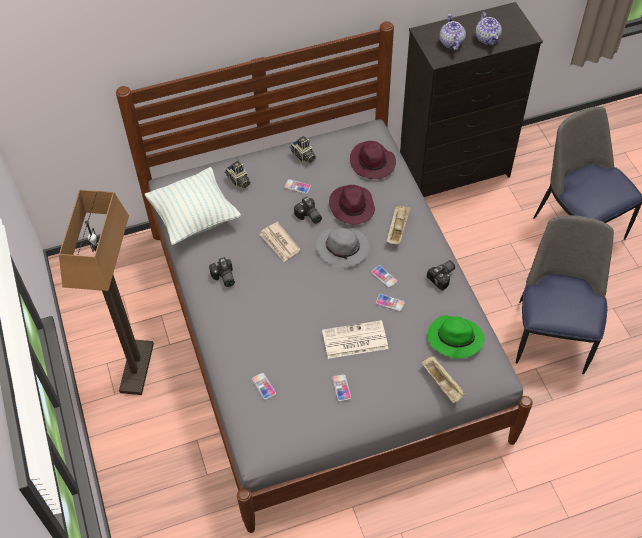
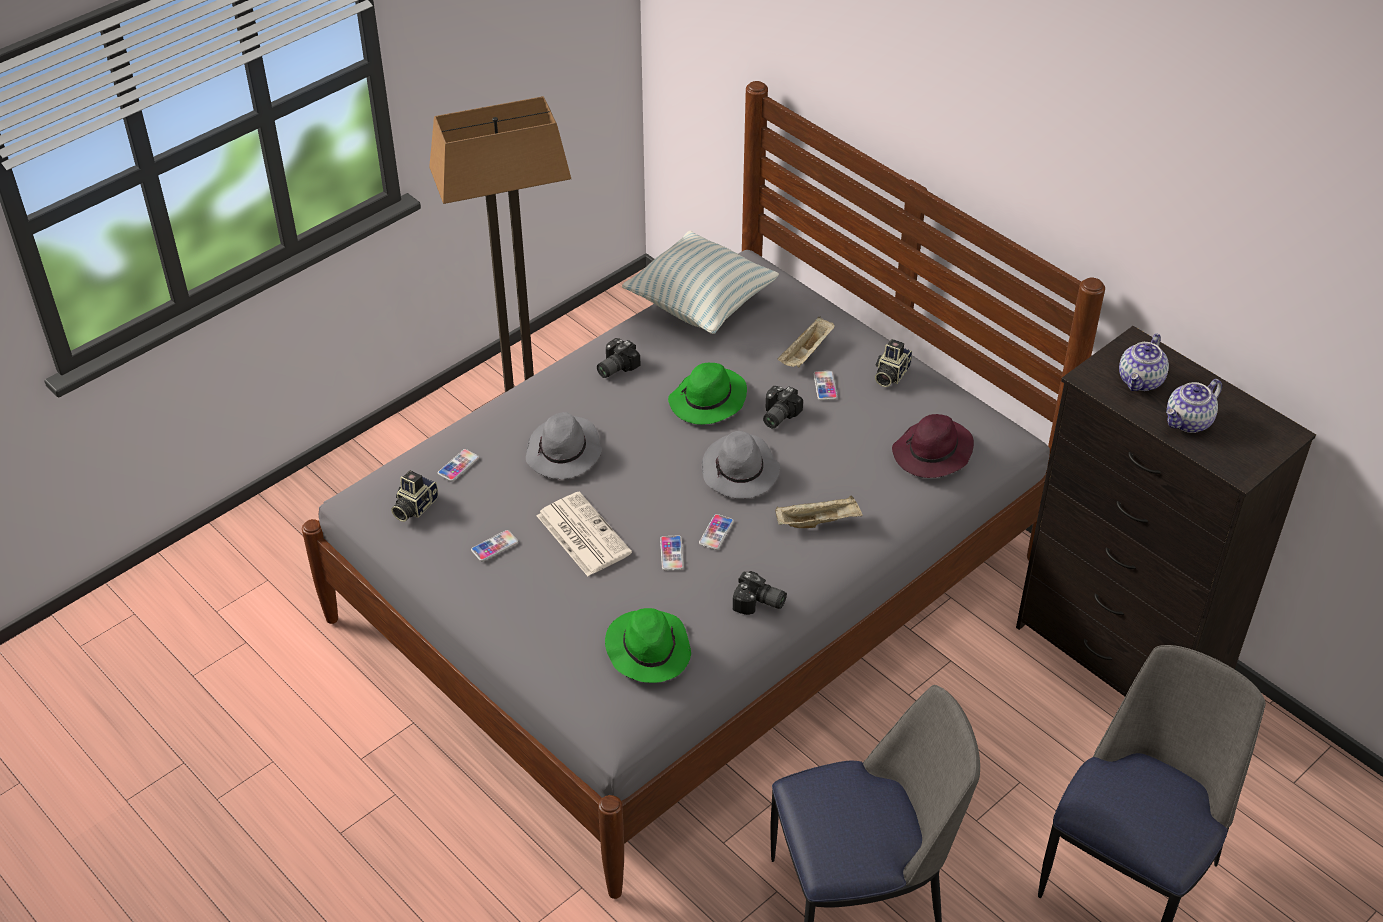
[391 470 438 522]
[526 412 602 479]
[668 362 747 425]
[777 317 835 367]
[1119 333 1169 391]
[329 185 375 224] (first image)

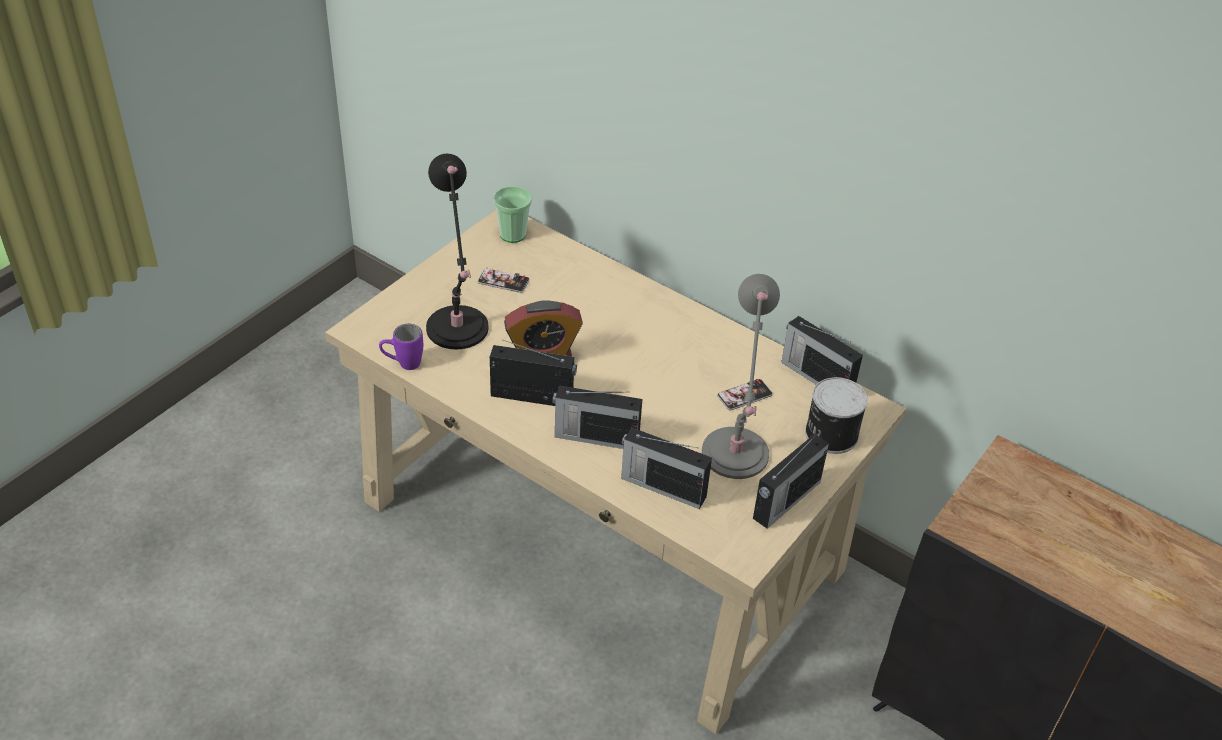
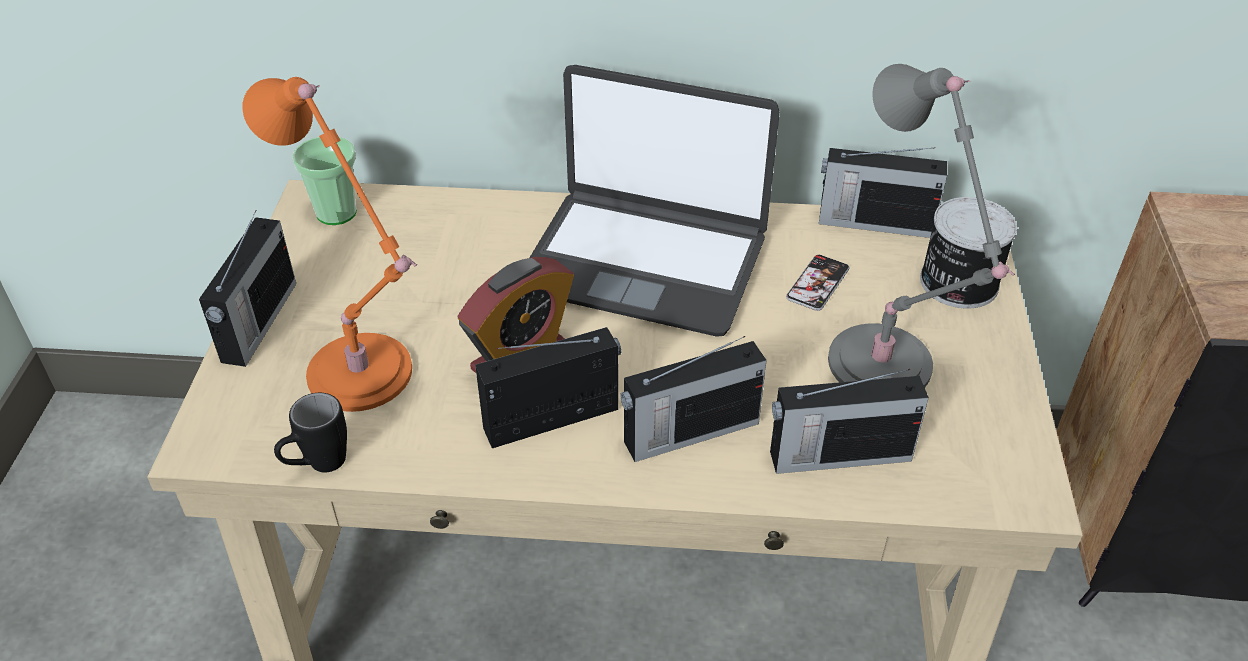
[199 210 296 367]
[242 77 417 412]
[274 393 347 473]
[529 65 780 337]
[478 268 530 293] (first image)

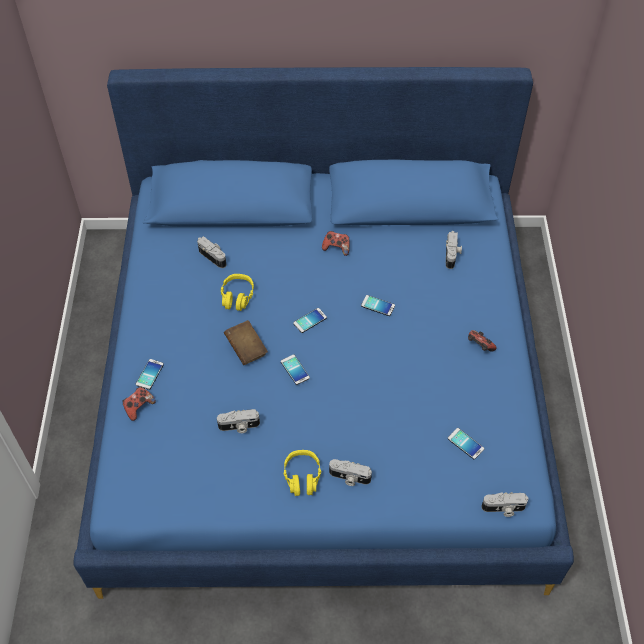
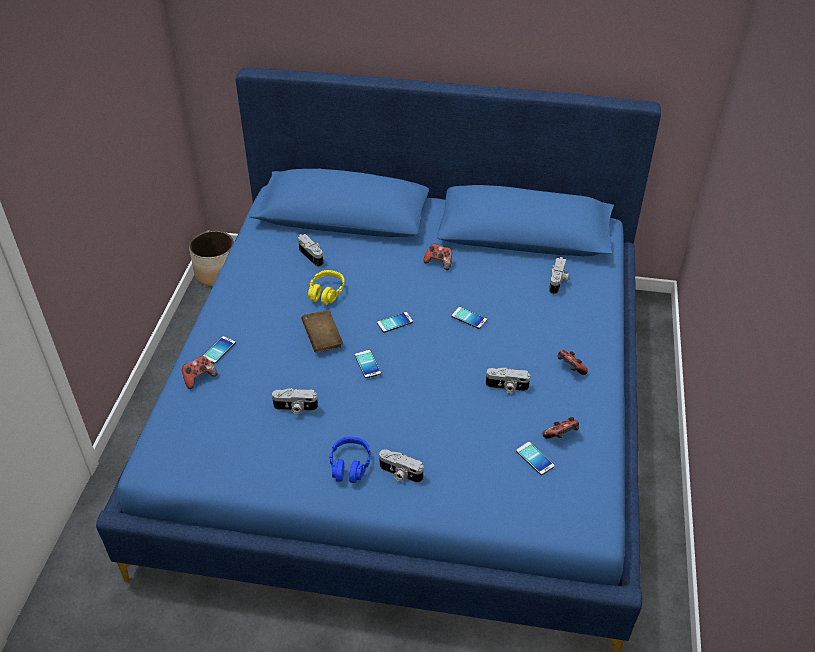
[189 231 234 286]
[329 437 370 483]
[486 367 530 393]
[542 417 579 439]

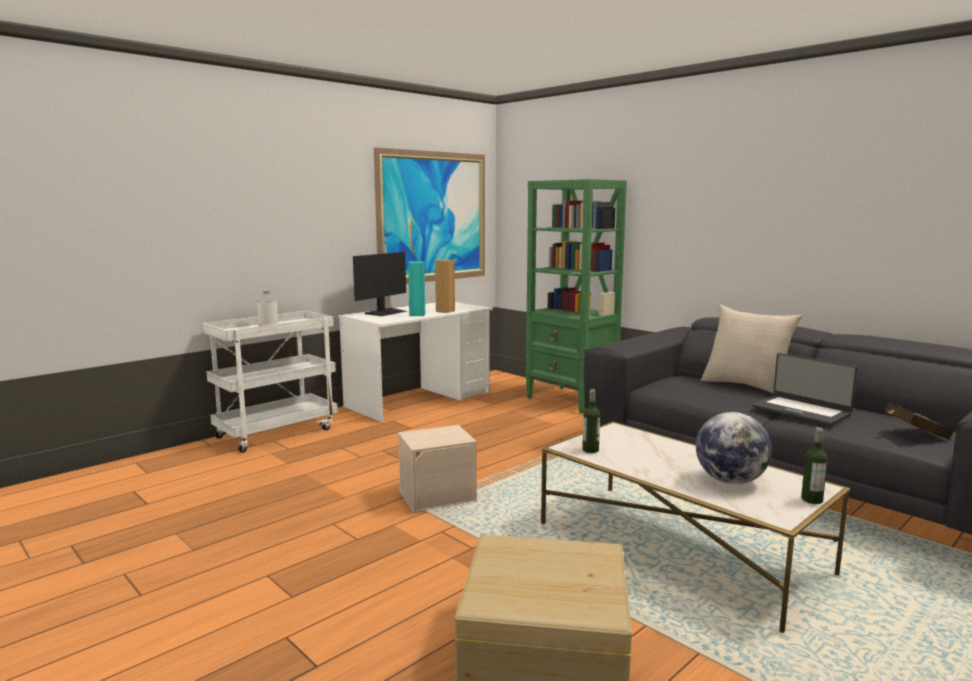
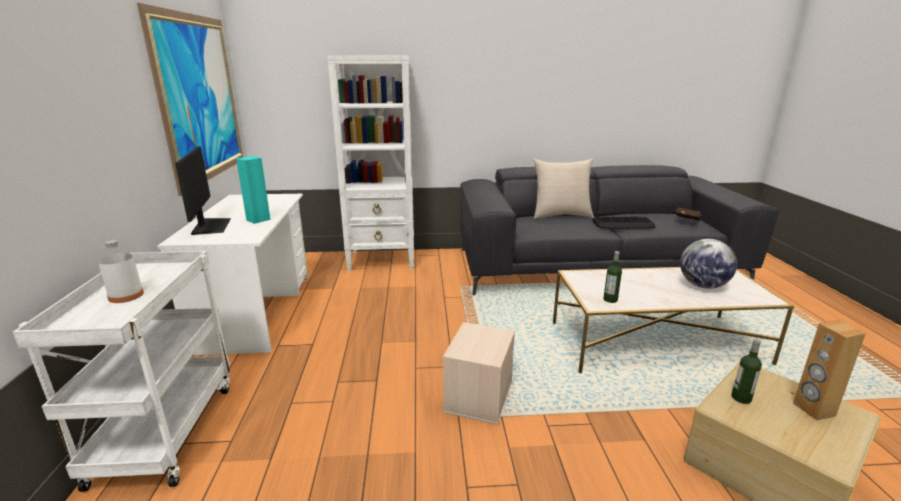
[327 55 414 271]
[592 217 656 229]
[731 338 762 404]
[793 320 866 420]

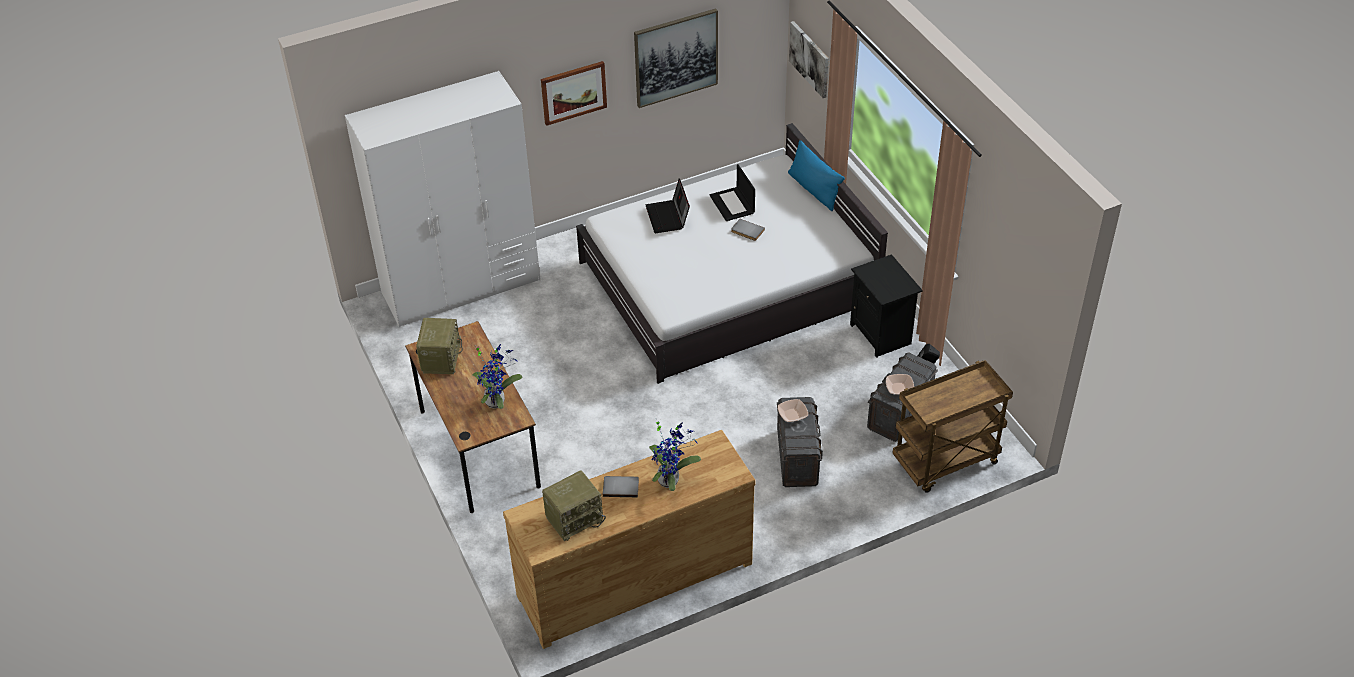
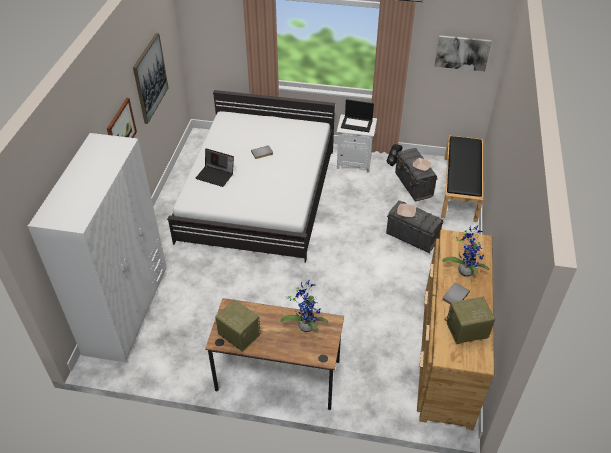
[337 114 377 173]
[341 99 374 132]
[434 35 492 72]
[441 136 483 222]
[445 296 495 344]
[788 140 845 211] (first image)

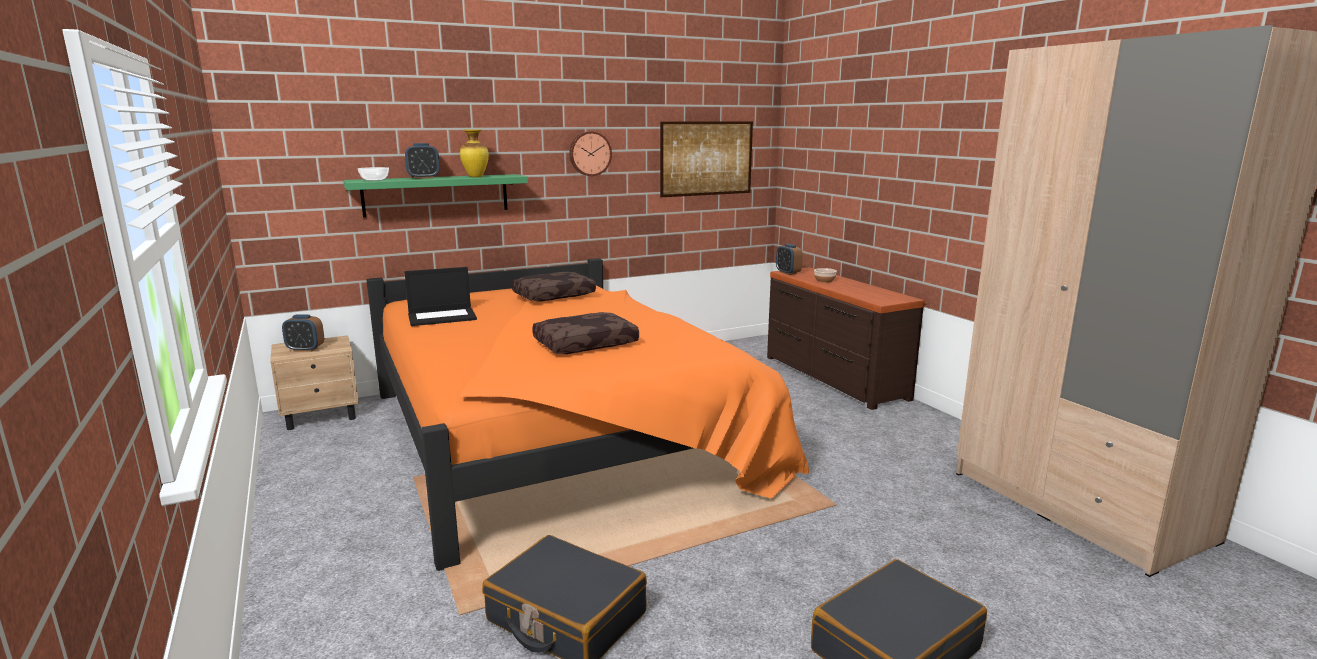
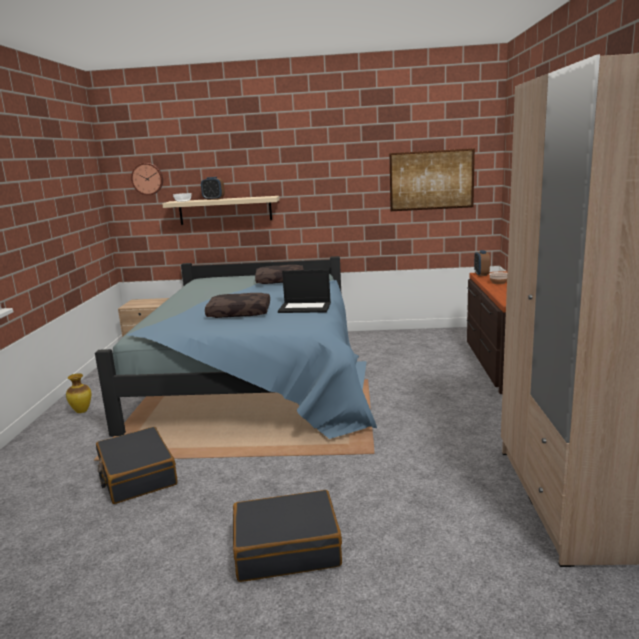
[66 373 91 413]
[95 256 377 439]
[131 163 163 195]
[162 196 280 225]
[278 269 331 313]
[282 314 324 352] (first image)

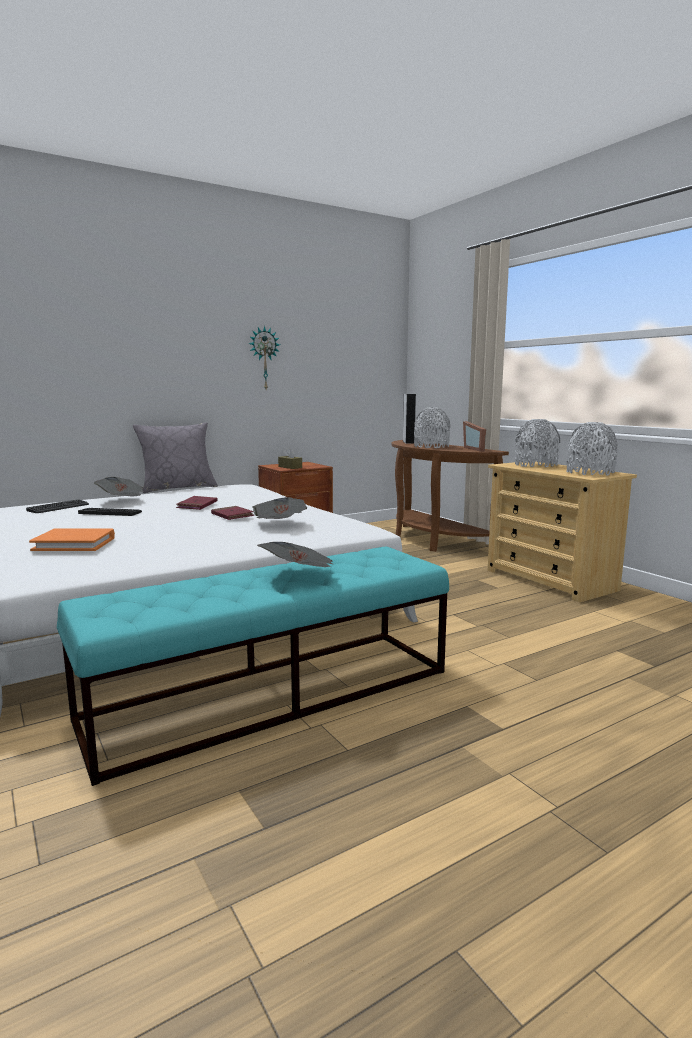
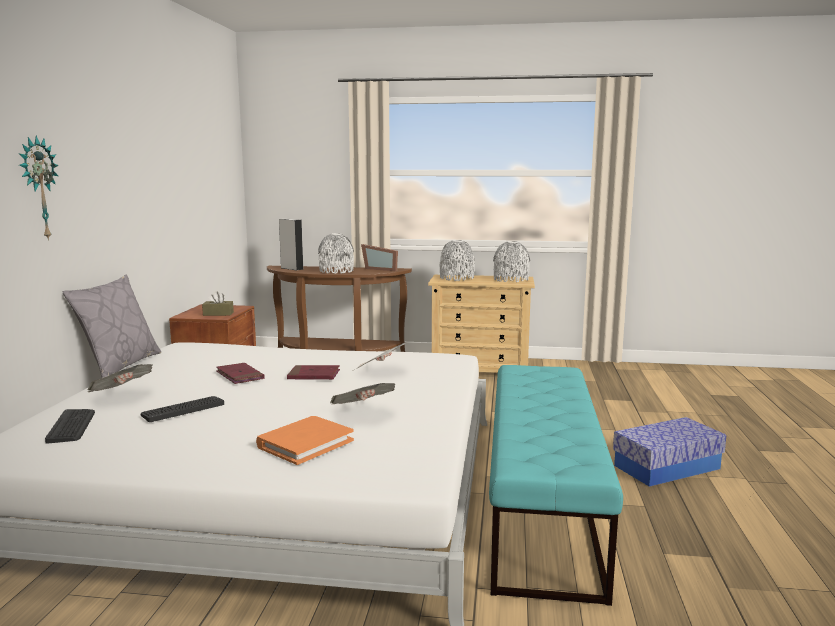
[19 135 59 241]
[330 383 395 404]
[613 417 726 487]

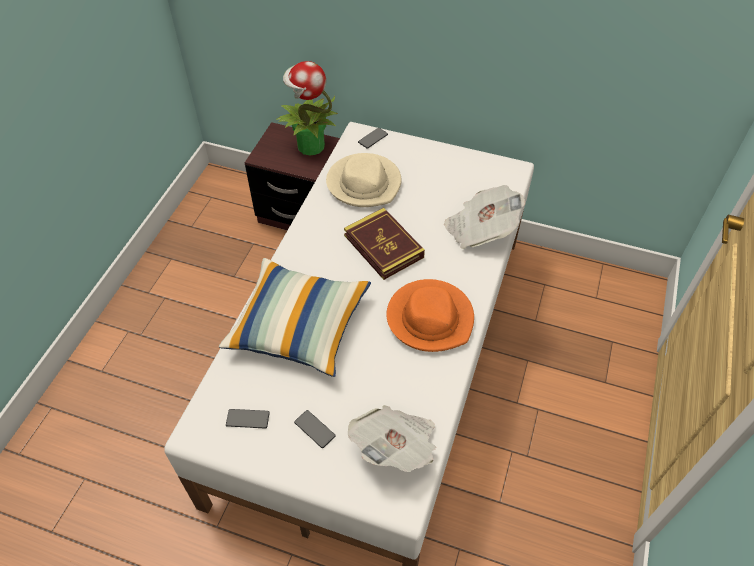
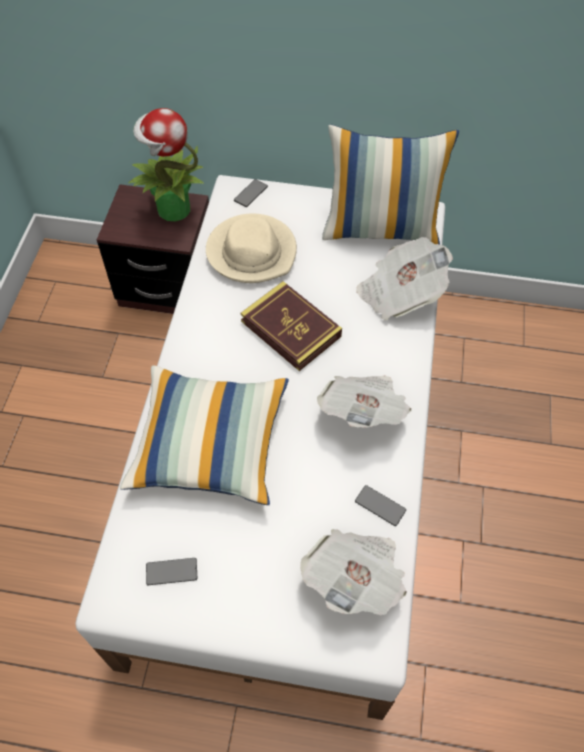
[317 375 412 428]
[322 125 459 244]
[355 485 406 526]

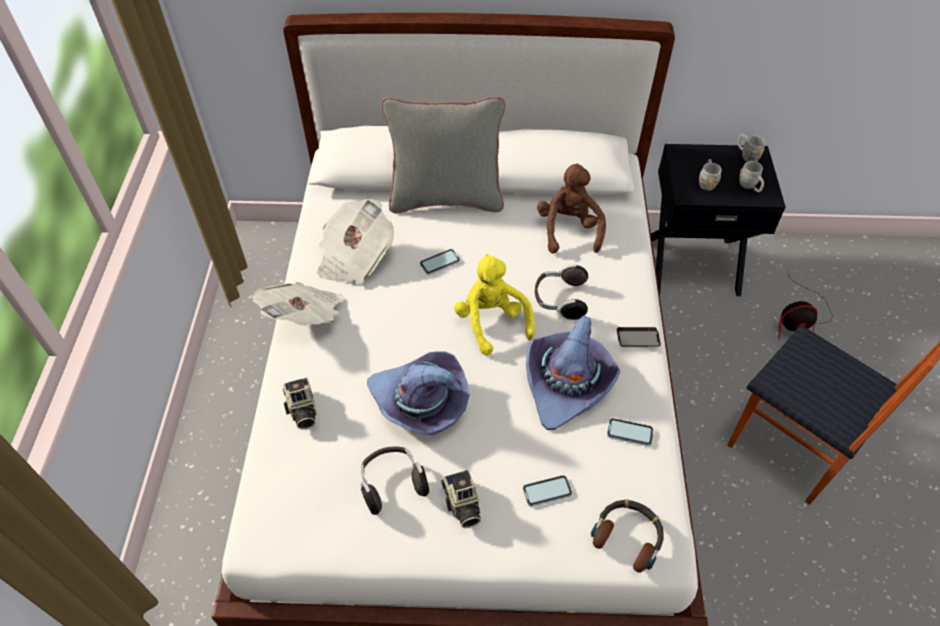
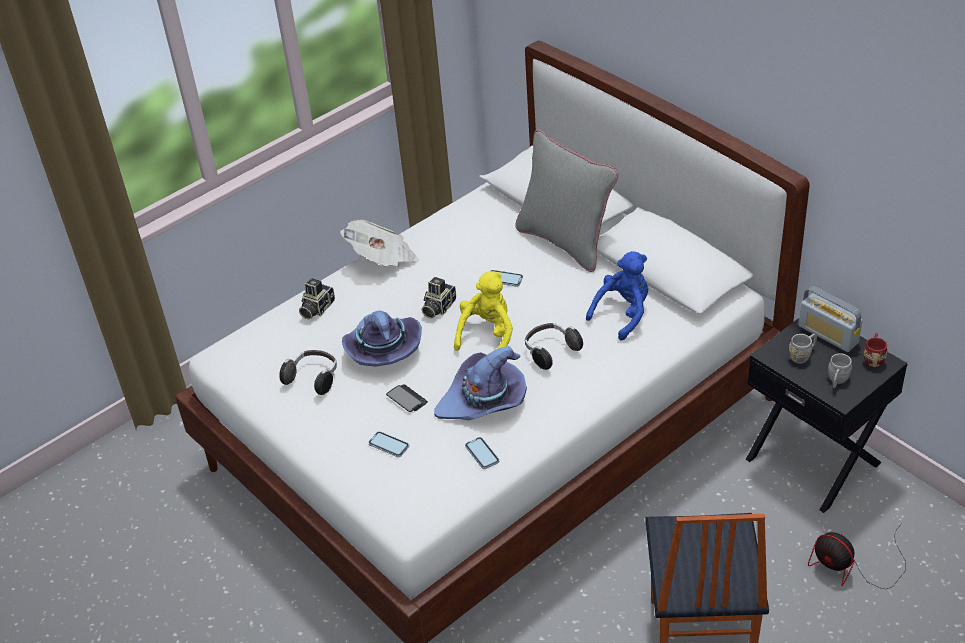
[386 384 428 412]
[422 277 456 318]
[586 251 648 341]
[798 286 863 352]
[864 333 887 368]
[318 199 394 284] (first image)
[591 499 664 573] (first image)

